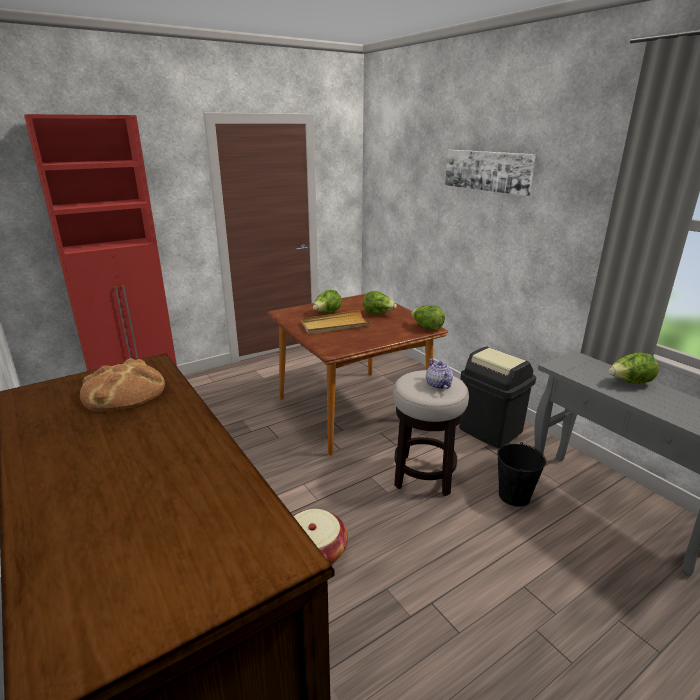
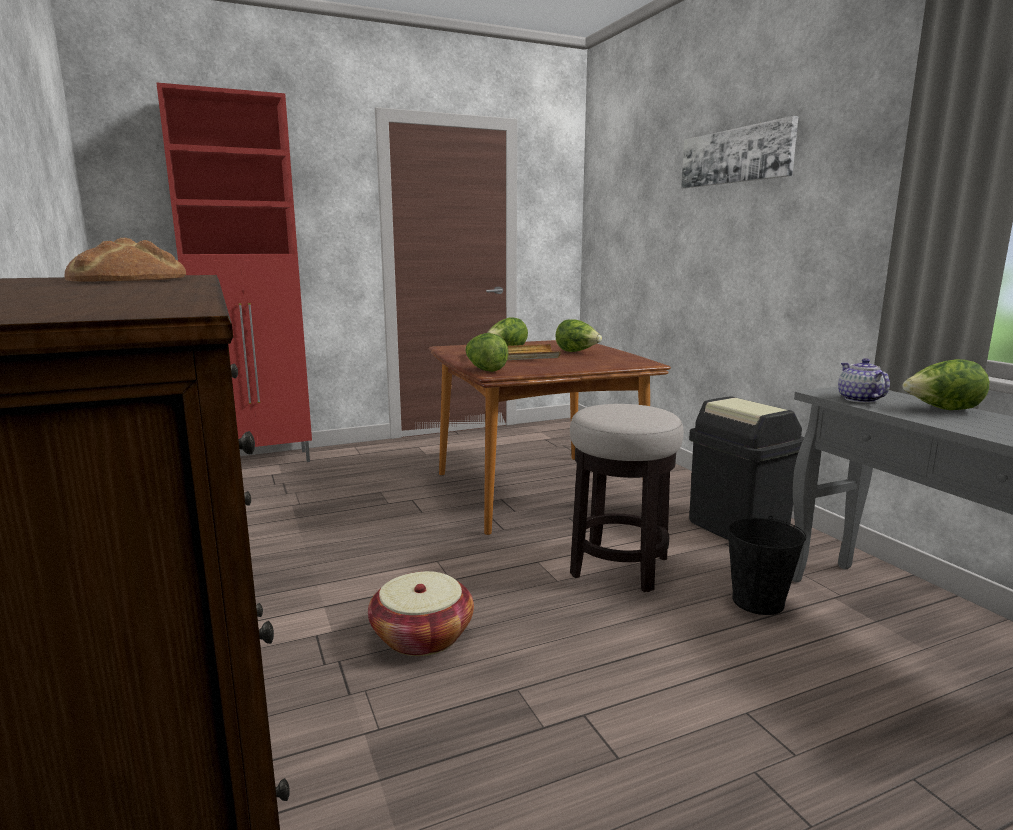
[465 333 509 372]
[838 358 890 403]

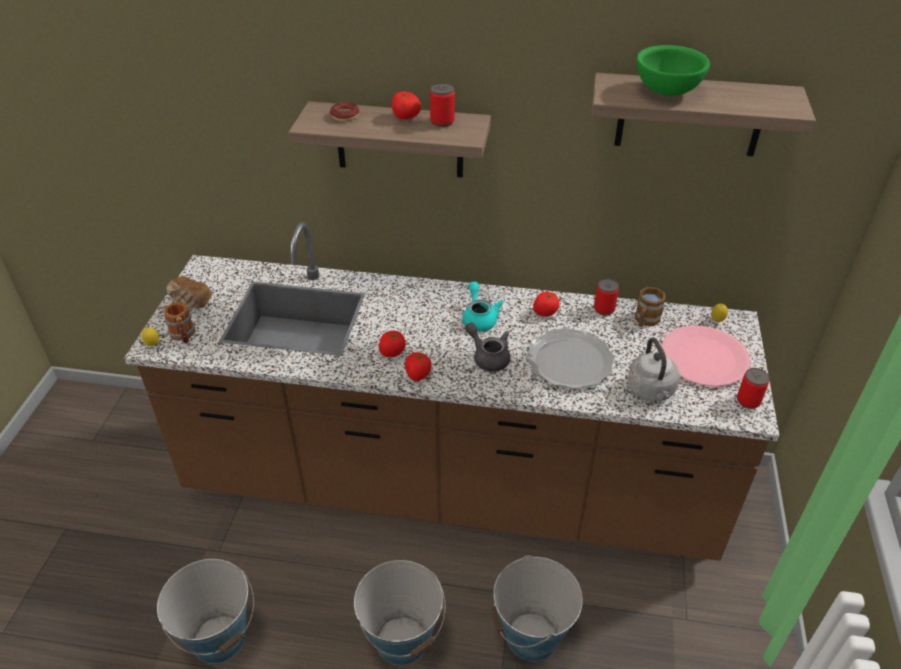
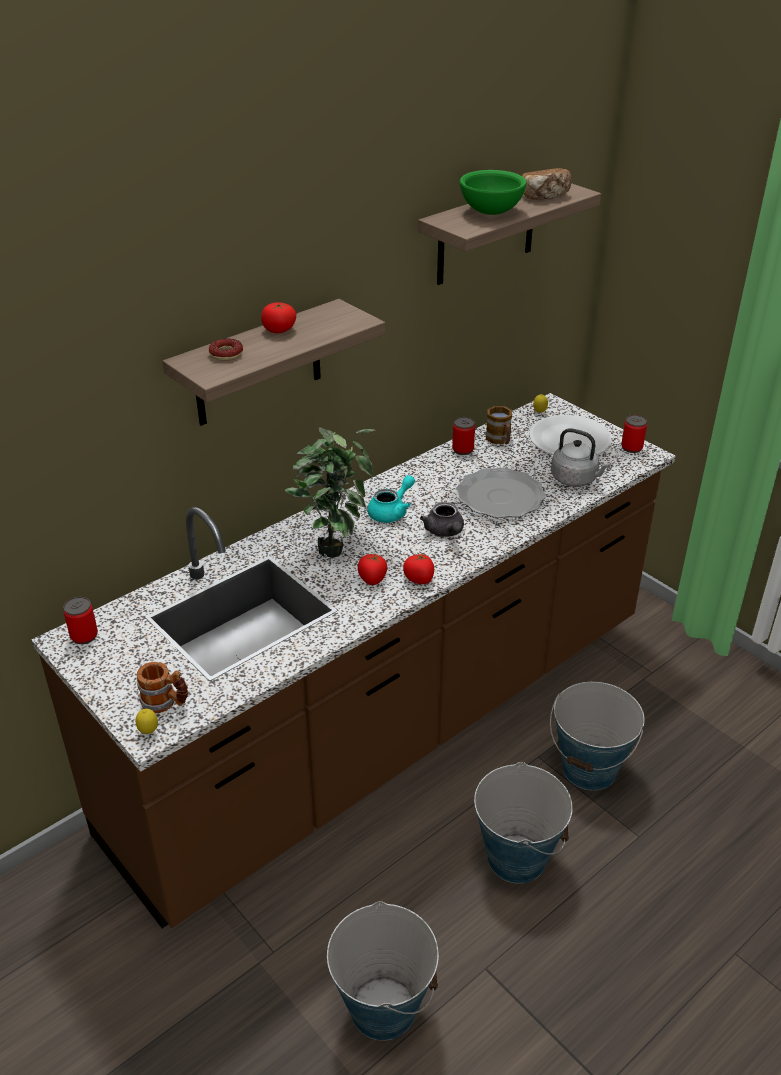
[63 597 98 644]
[285 427 374 557]
[367 475 415 523]
[420 502 464 537]
[522 168 572 200]
[529 415 612 455]
[533 292 559 317] (first image)

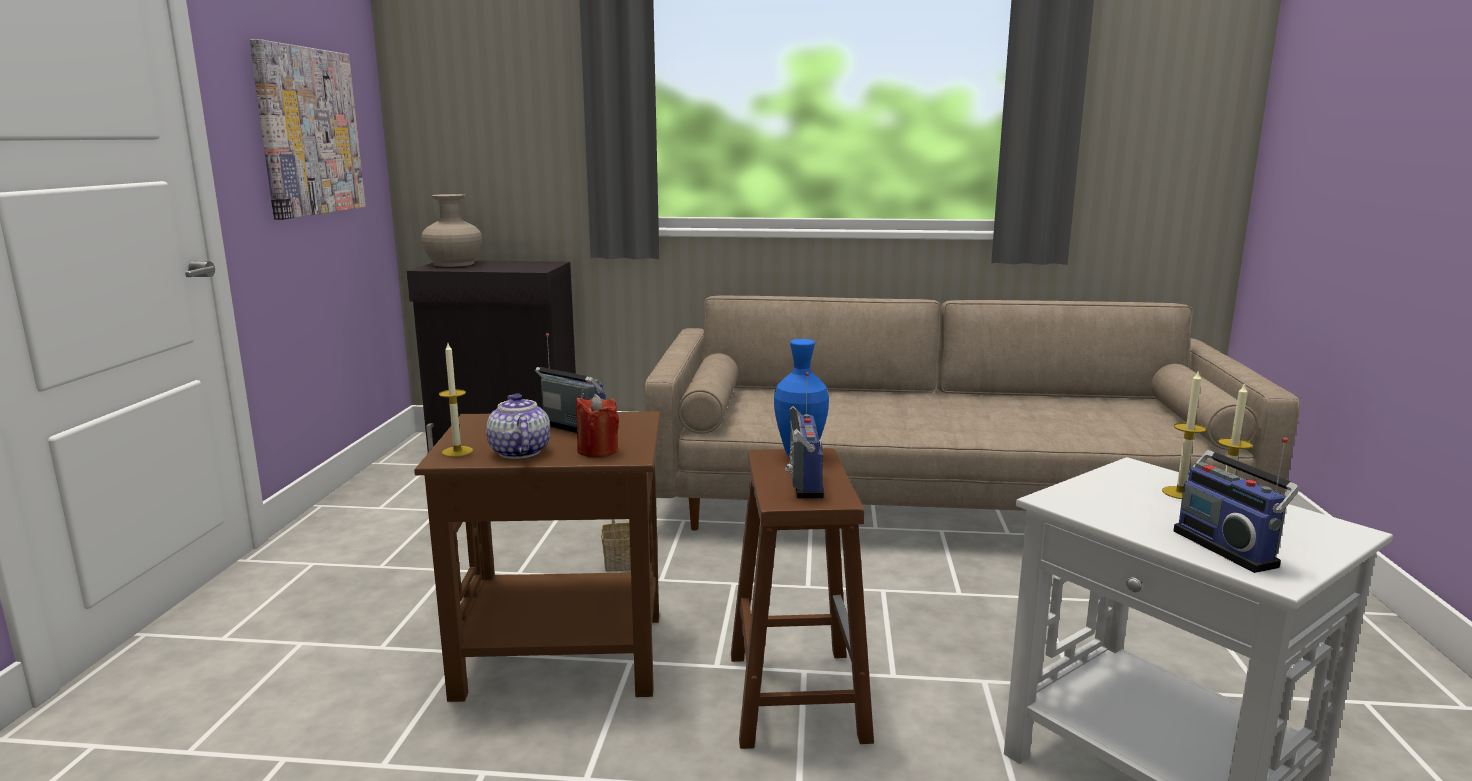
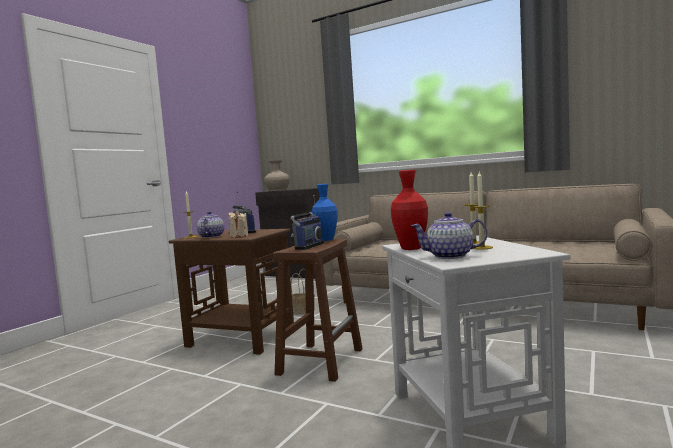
[228 210 248 238]
[391 170 428 250]
[411 212 488 259]
[249 39 366 220] (first image)

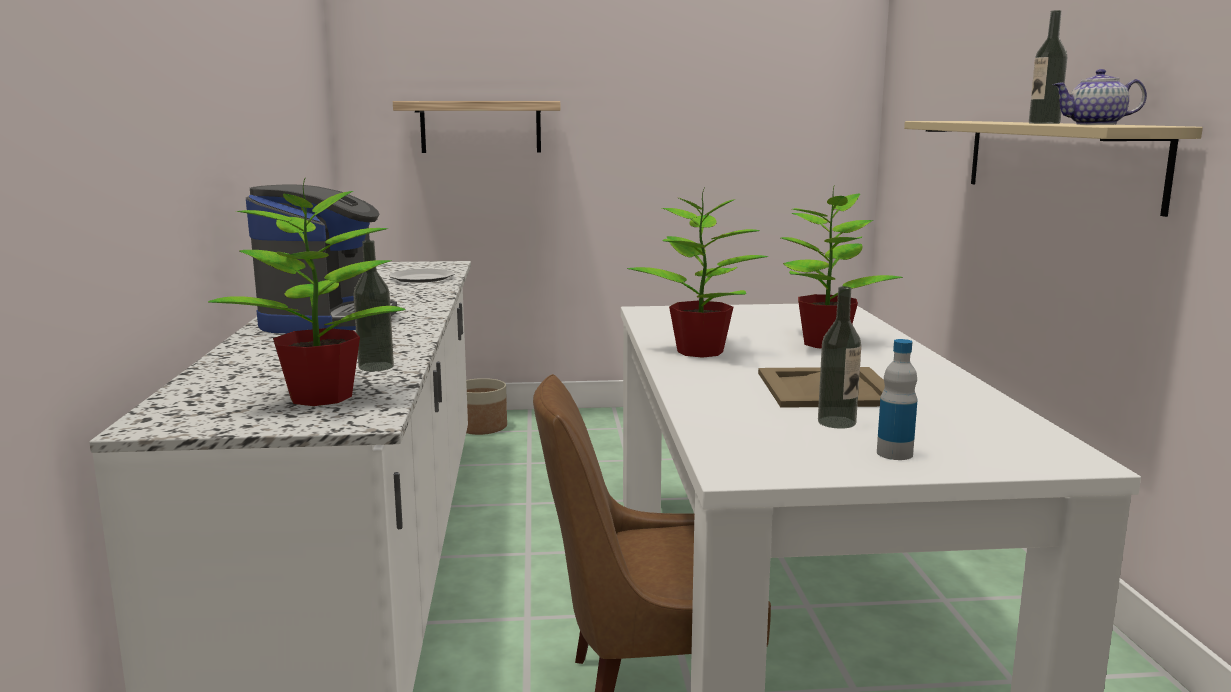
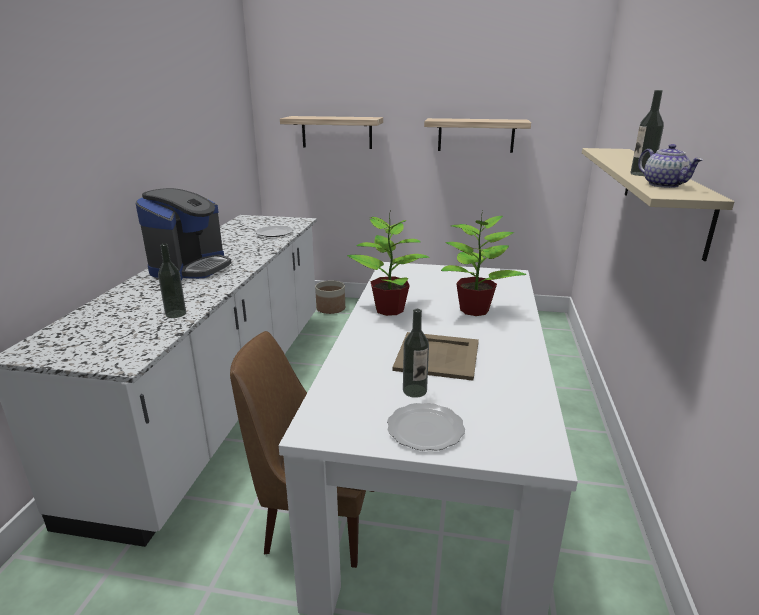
[387 403 465 451]
[424 118 531 153]
[638 144 703 188]
[208 177 406 406] (first image)

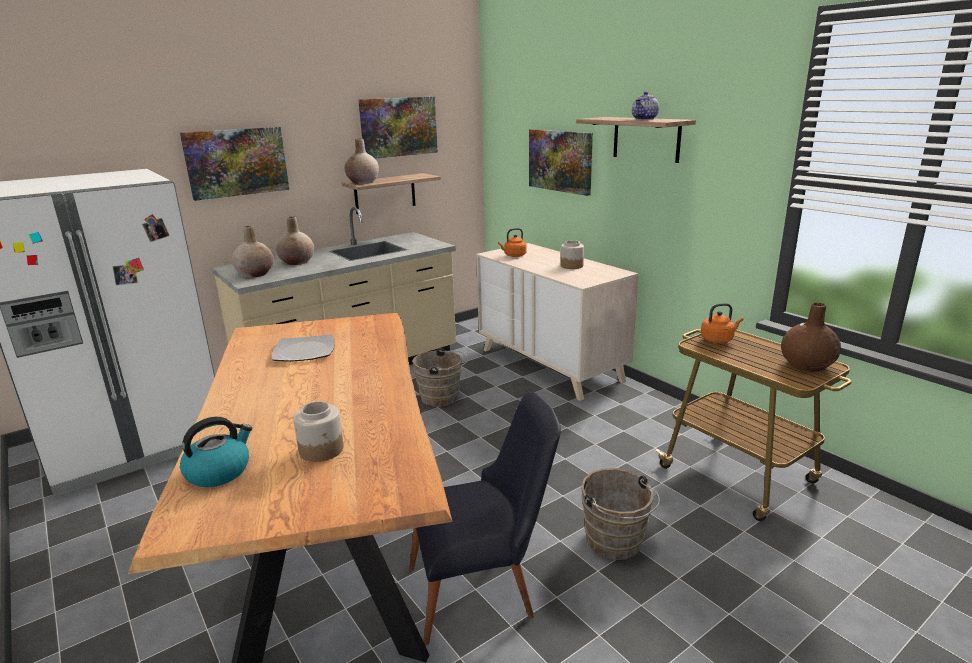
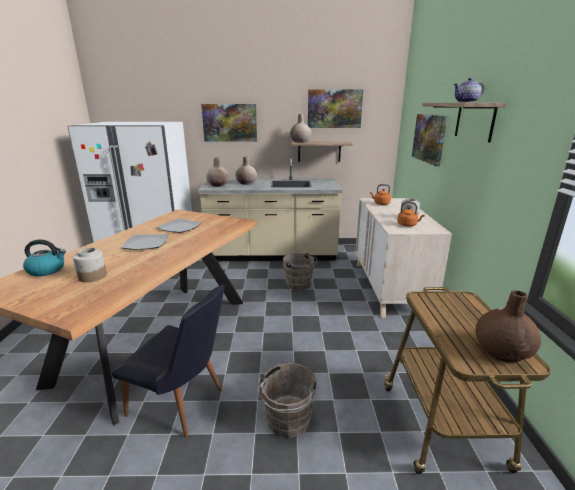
[122 234 168 250]
[397 202 425 227]

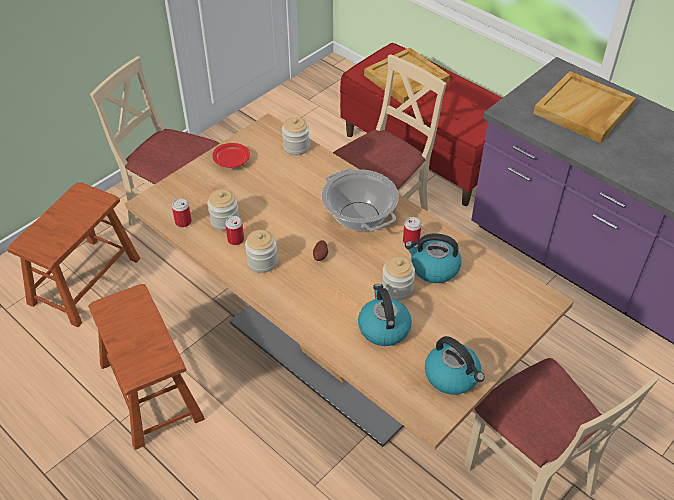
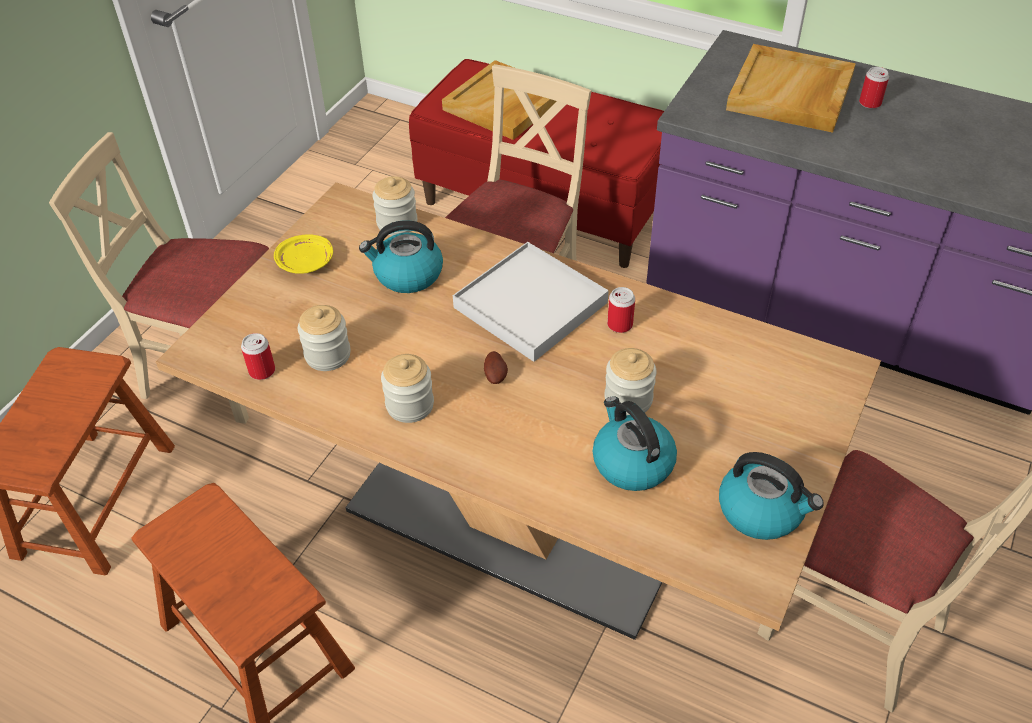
[274 234 333 274]
[359 220 443 293]
[453 242 609 362]
[859 67 889 109]

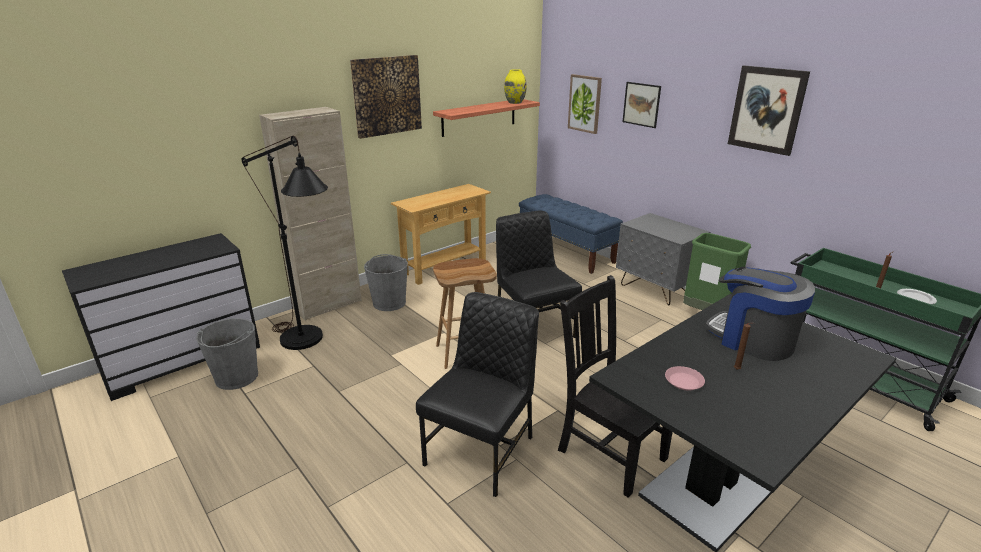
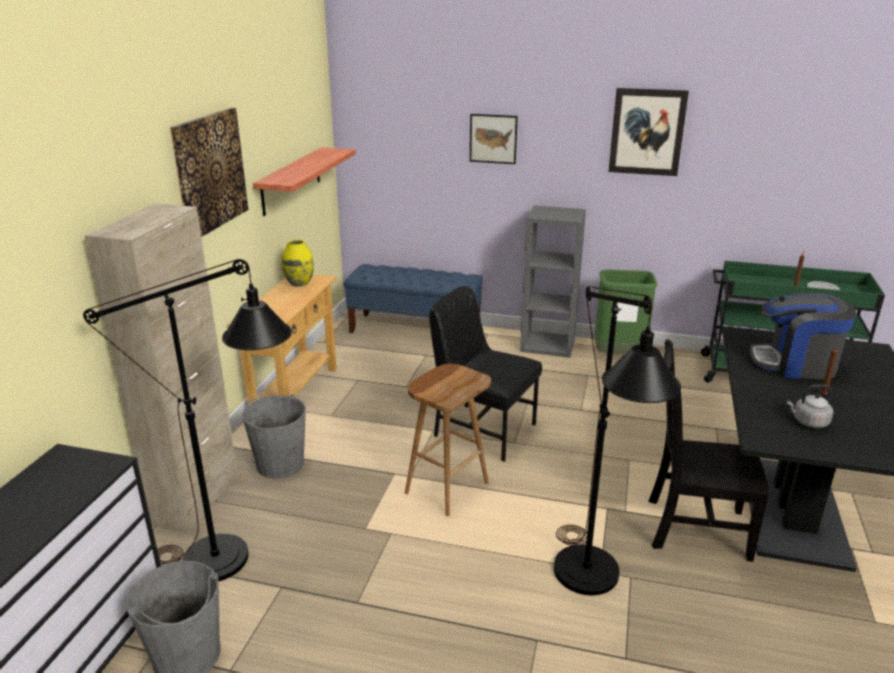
[282 240 314 287]
[520 205 586 358]
[554 286 681 595]
[787 384 833 428]
[568 74 602 134] (first image)

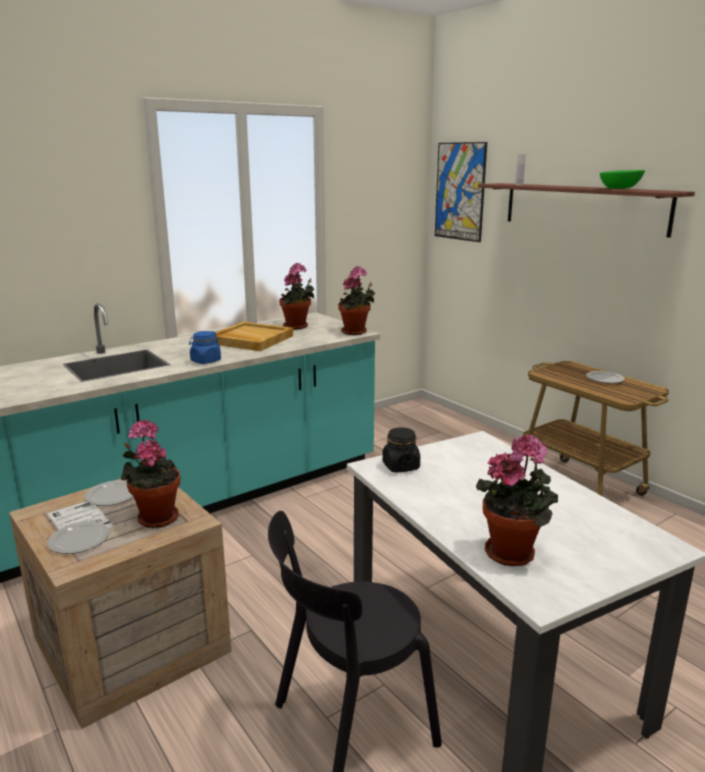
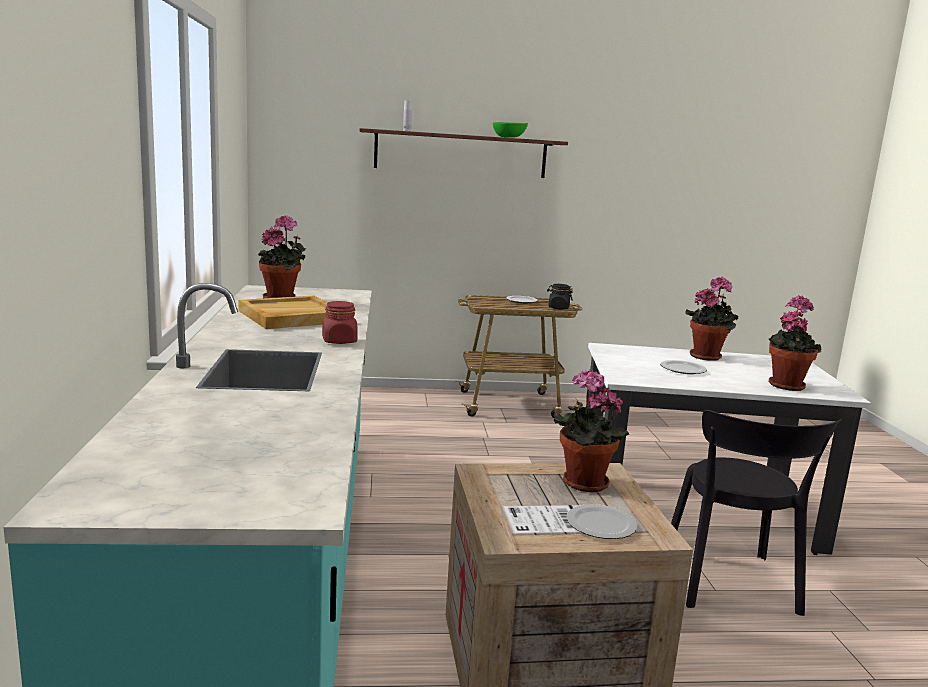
[322 301 358 344]
[547 284 573 309]
[660 360 707 374]
[685 277 738 361]
[435 142 487 242] (first image)

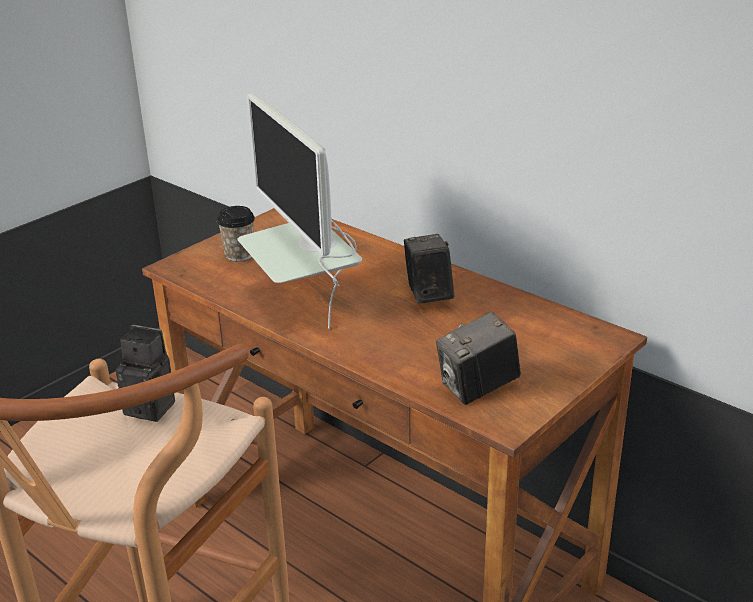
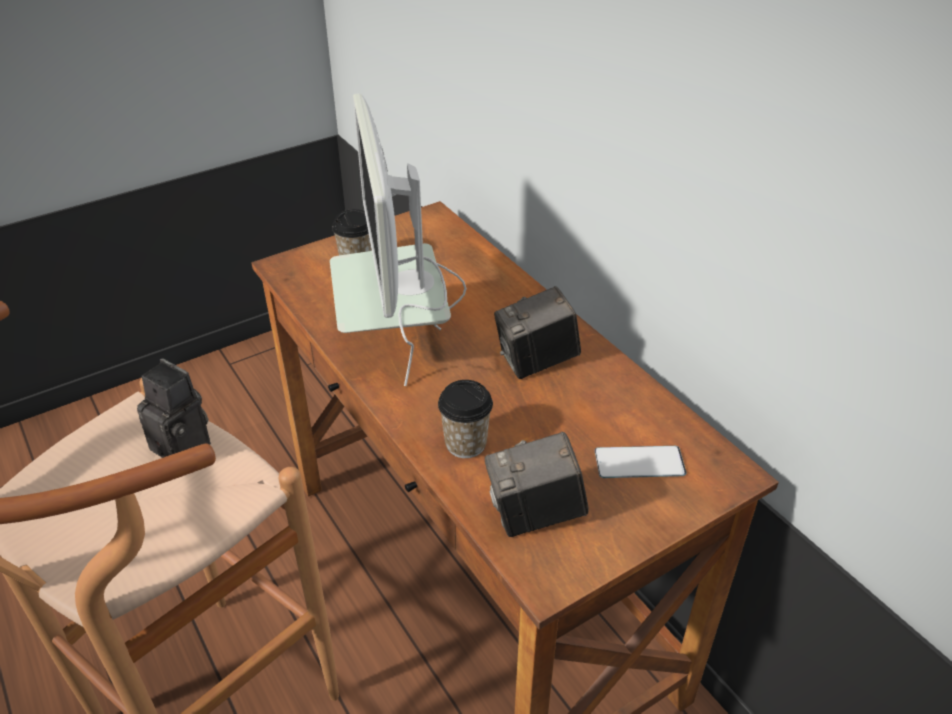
[438 380 493 458]
[494 286 581 379]
[595 446 687 478]

